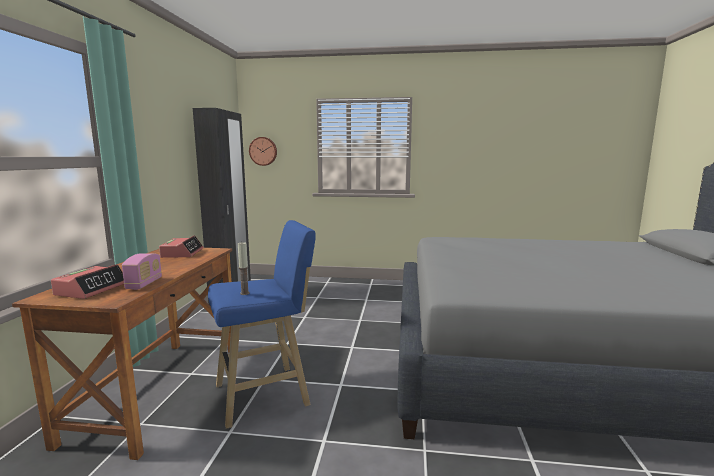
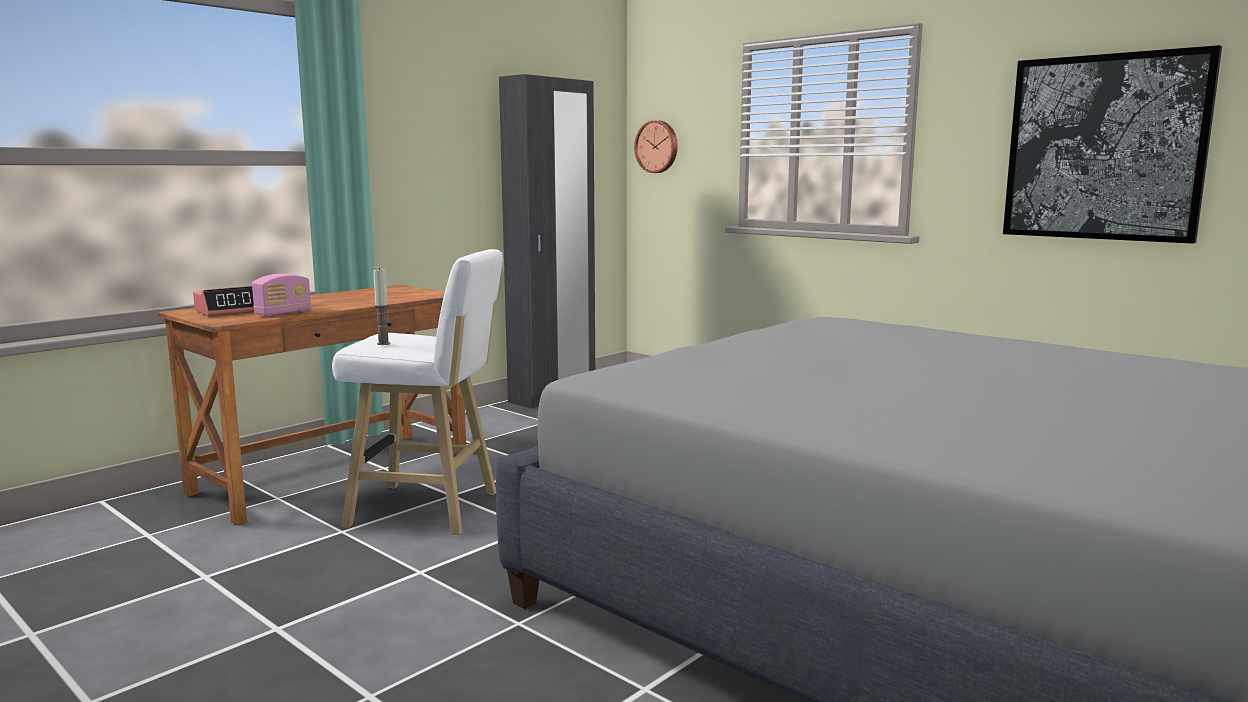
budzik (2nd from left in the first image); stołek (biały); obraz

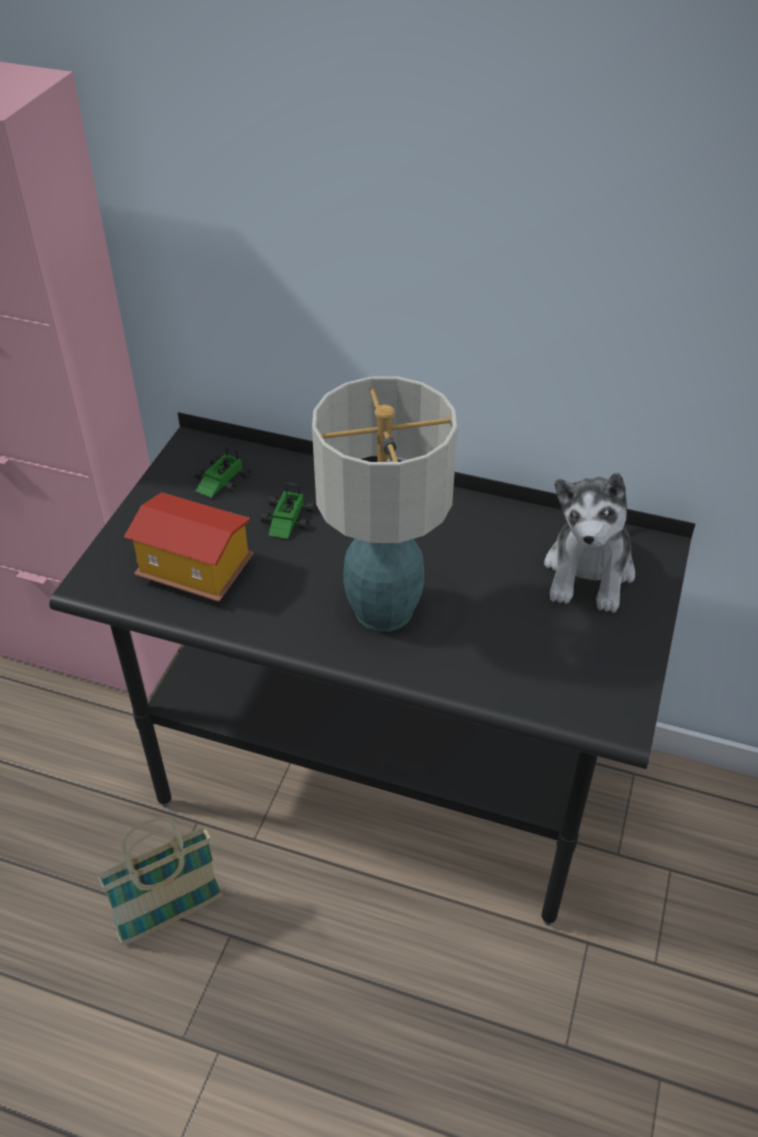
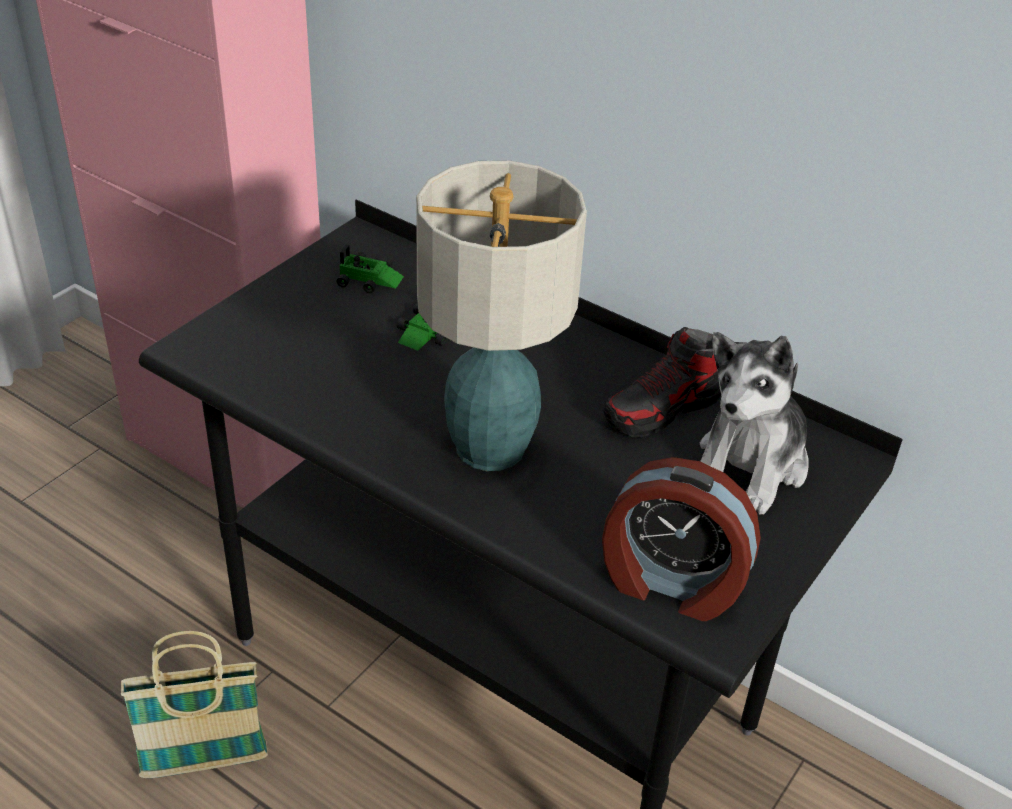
domek; samochodzik (1st from left); budzik; but

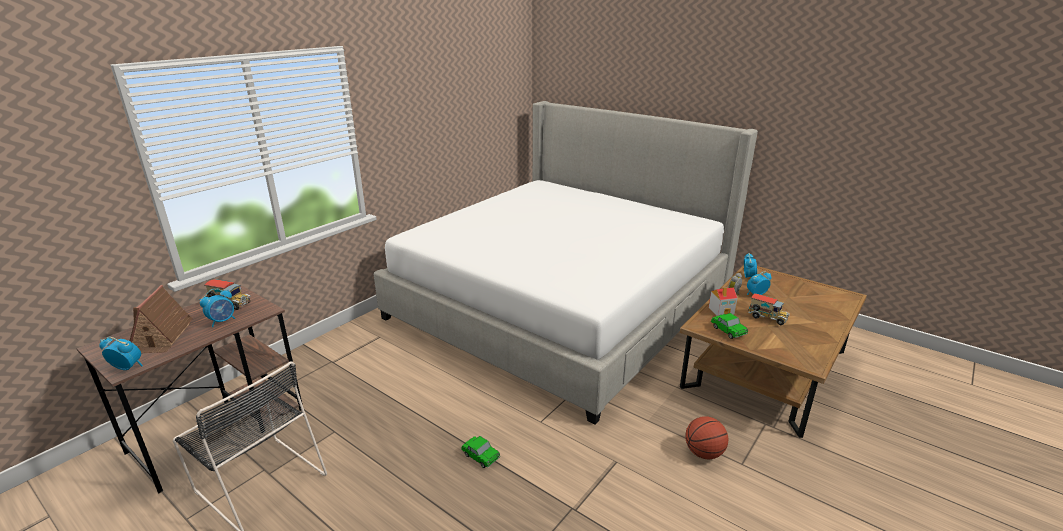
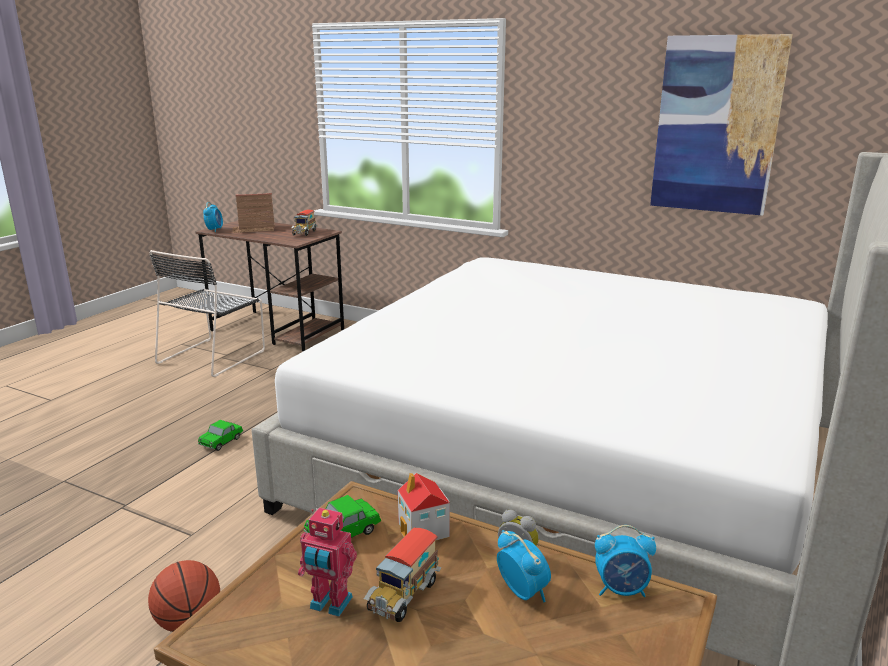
budzik (2nd from left in the first image); robot zabawkowy; obraz

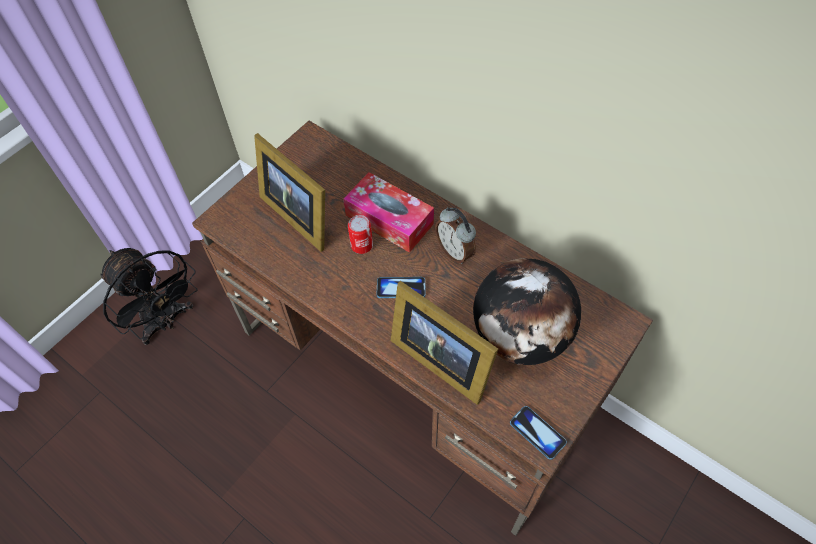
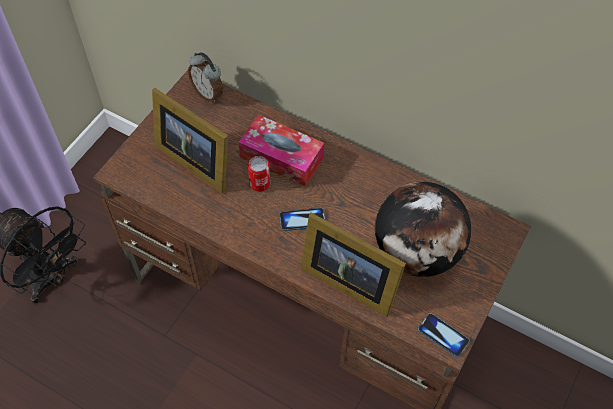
budzik

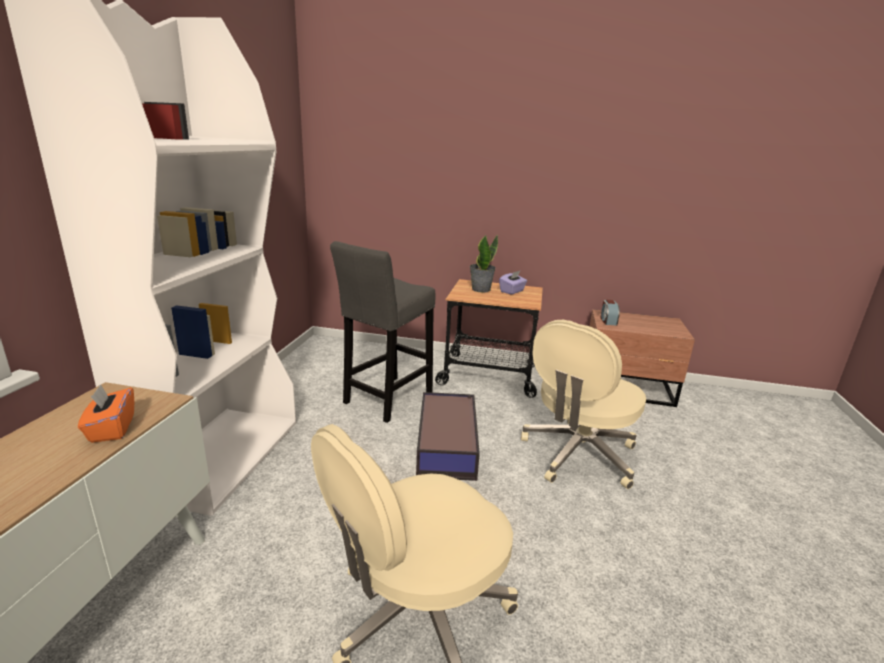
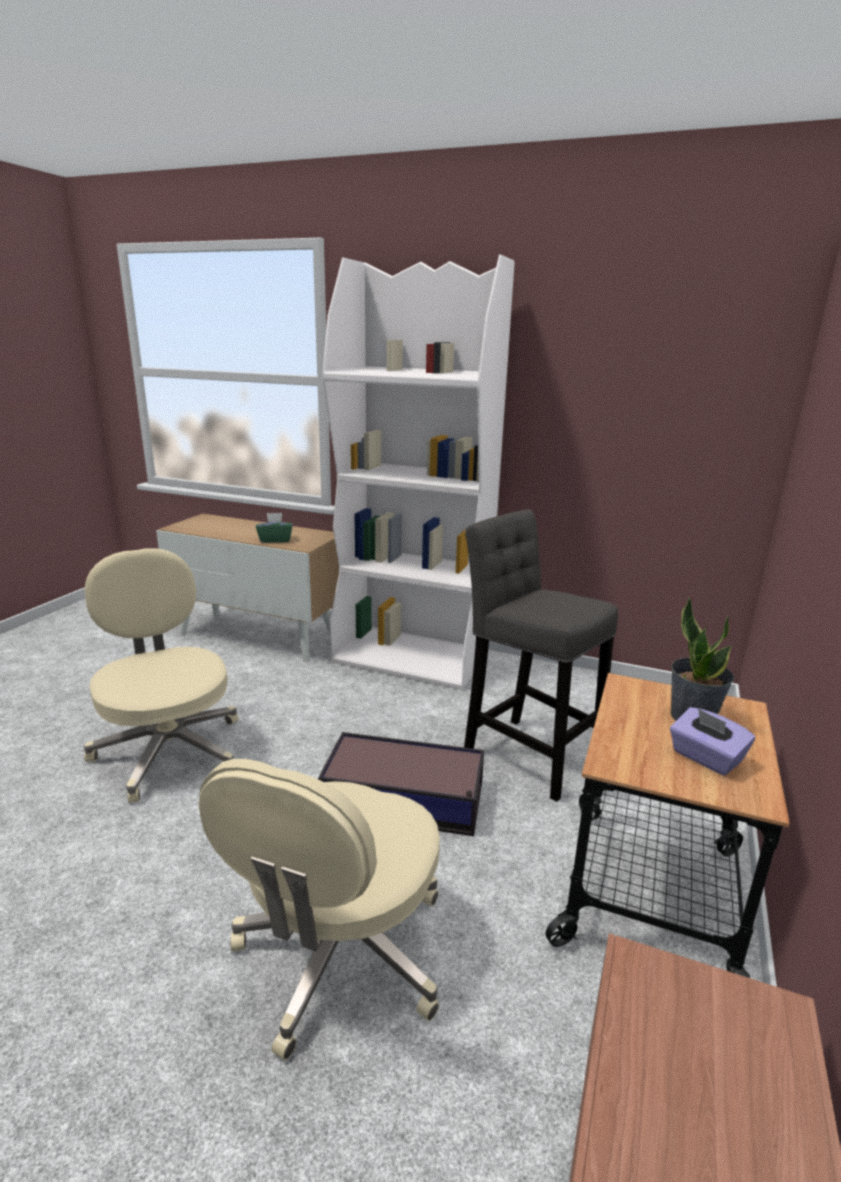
pudełko chusteczek (zielony); krzesło biurowe (beżowy) (2nd from left); budzik

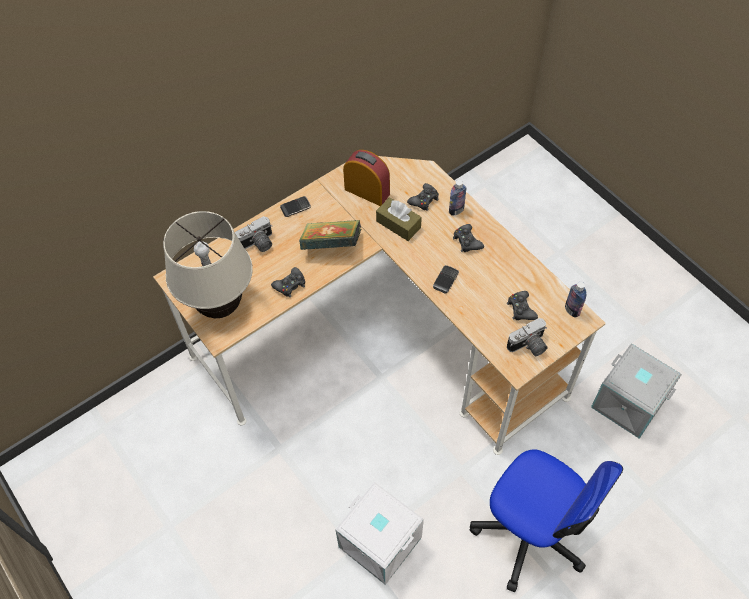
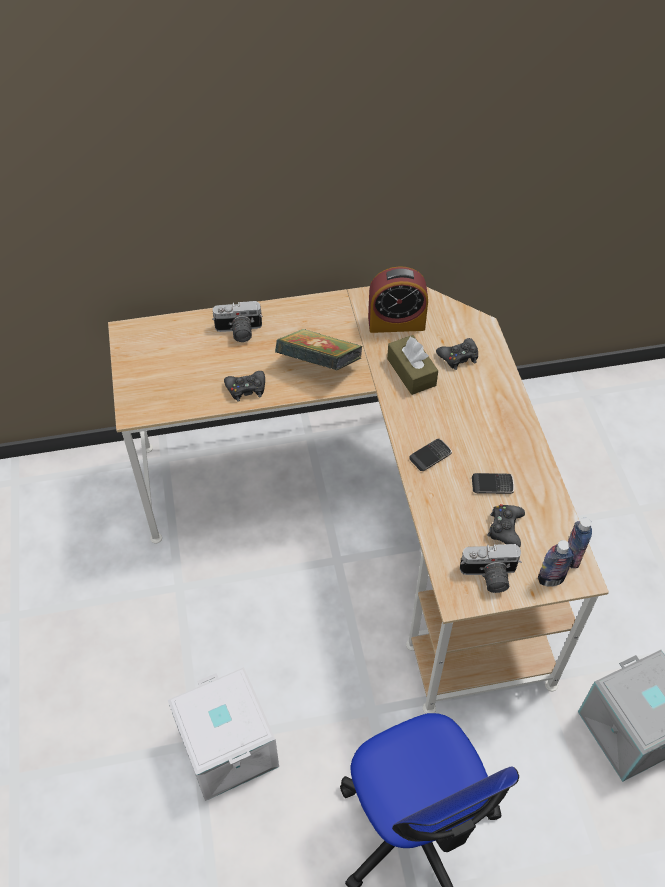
lampa stołowa (beżowy); telefon (2nd from left); budzik; butelka (1st from left); pad do gier (czarny) (3rd from left in the first image)

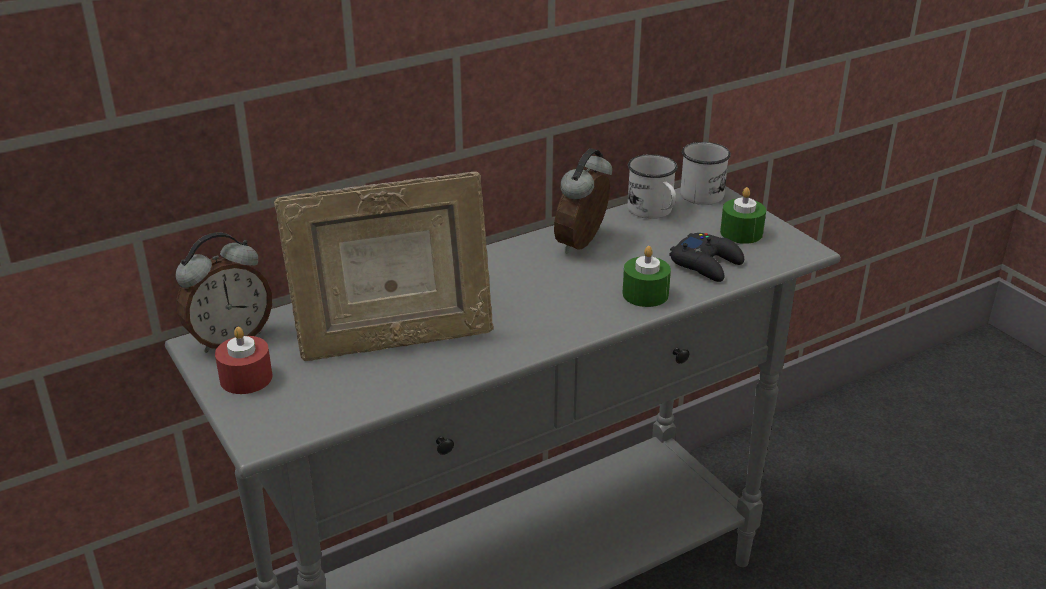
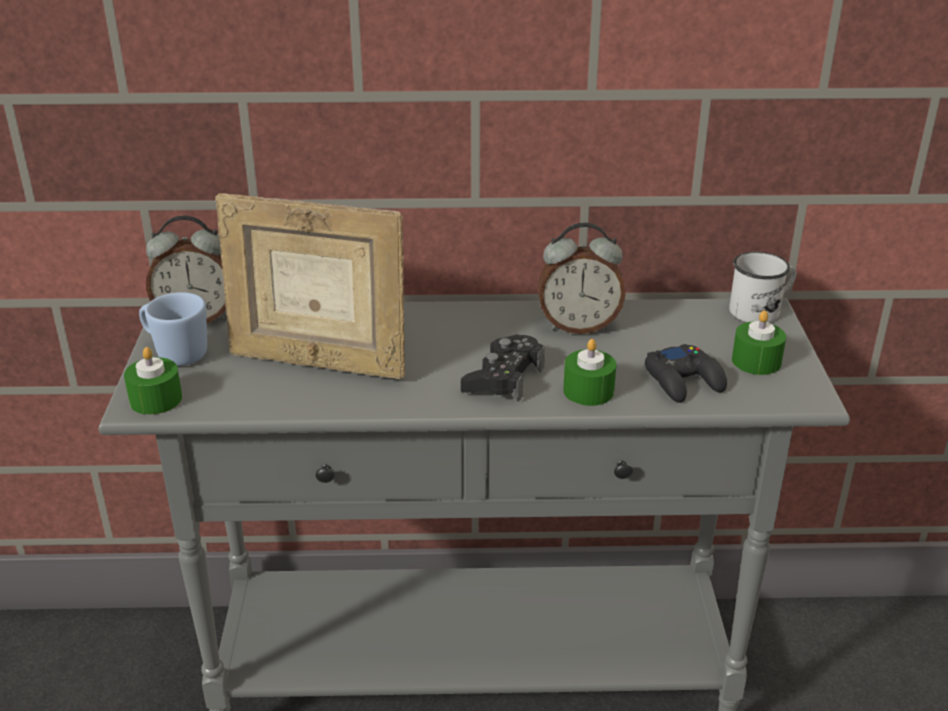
kubek (niebieski); budzik (2nd from left); kubek (biały) (1st from left in the first image); świeca (zielony) (1st from left); pad do gier (czarny) (1st from left)

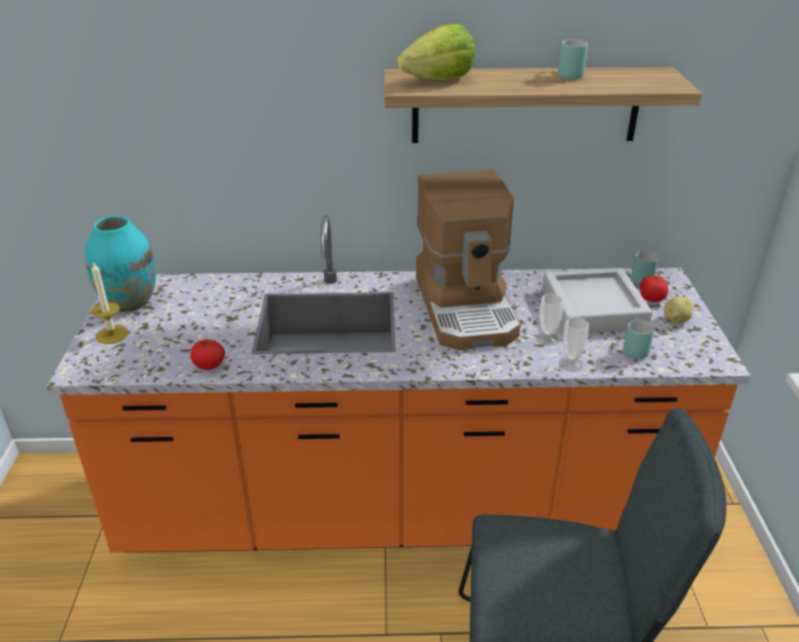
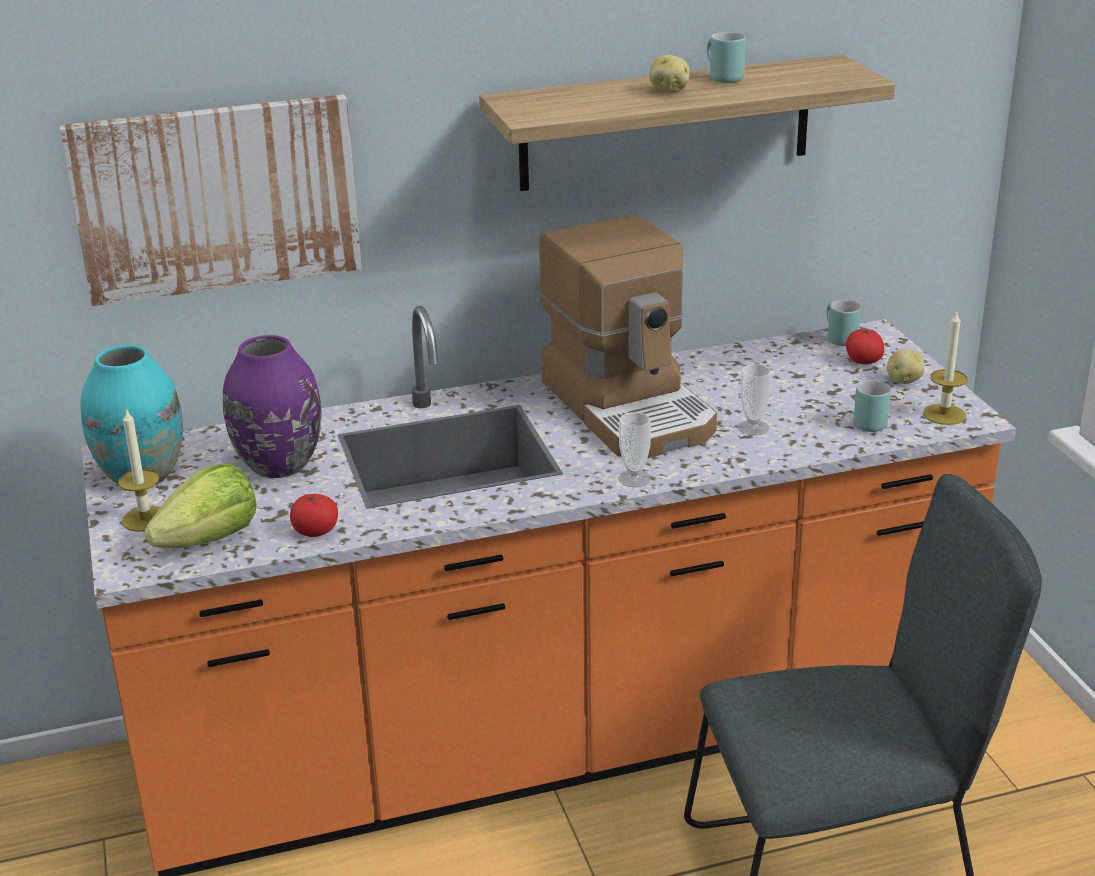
sałata; taca (szary); filiżanka (1st from left); obraz; wazon (fioletowy); ziemniak (1st from left); świeca (2nd from left)

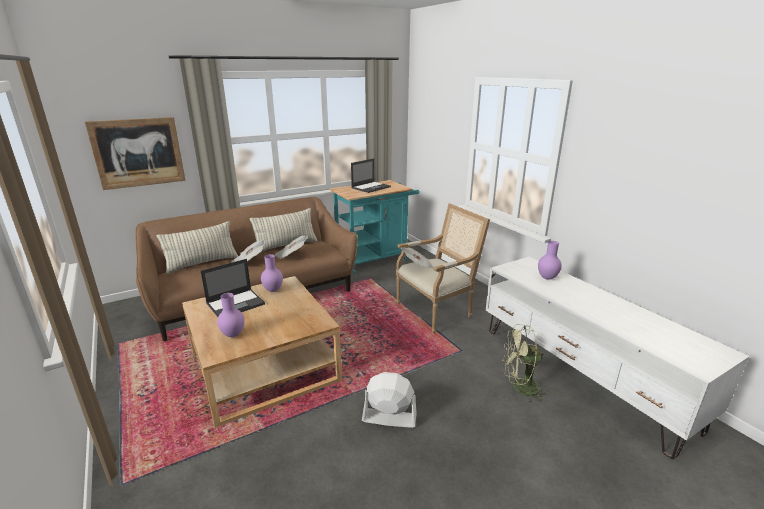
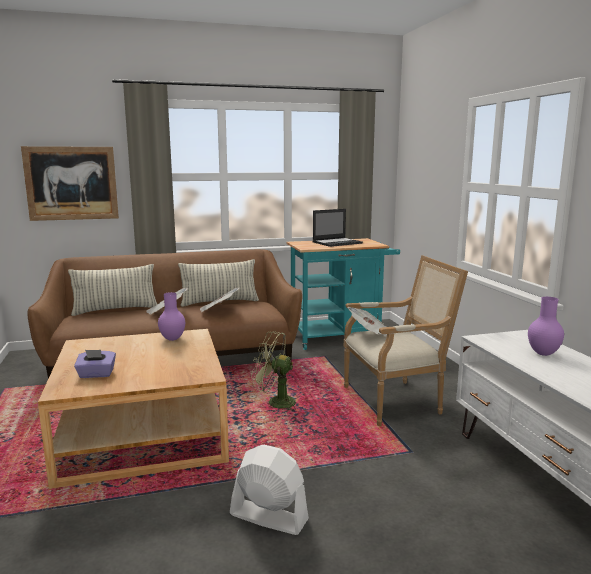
laptop (1st from left in the first image); pudełko chusteczek (fioletowy); wentylator (zielony)

